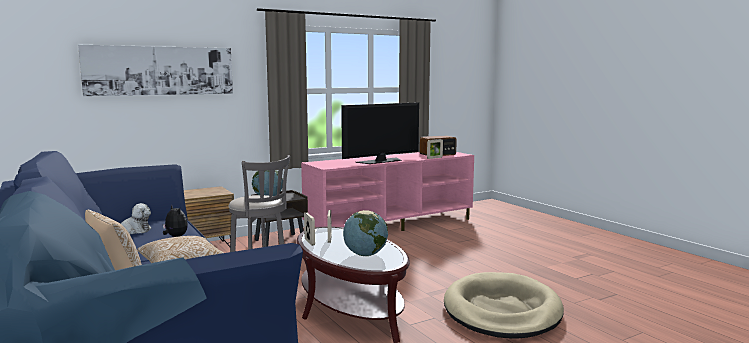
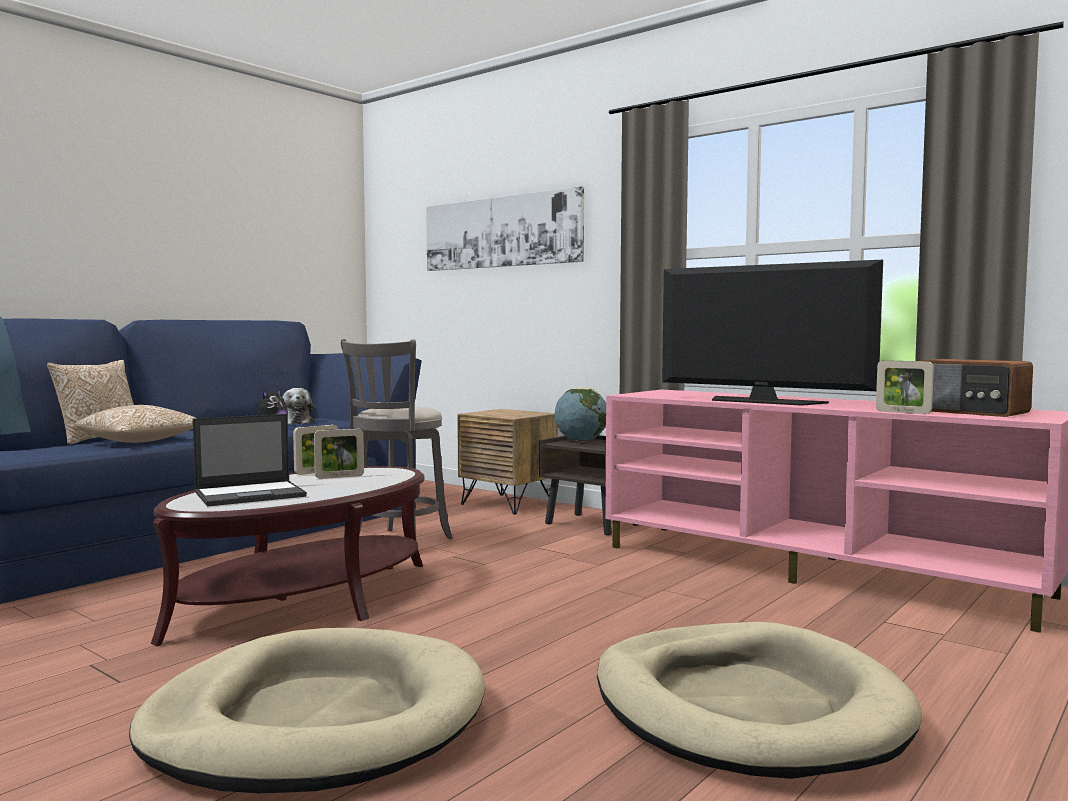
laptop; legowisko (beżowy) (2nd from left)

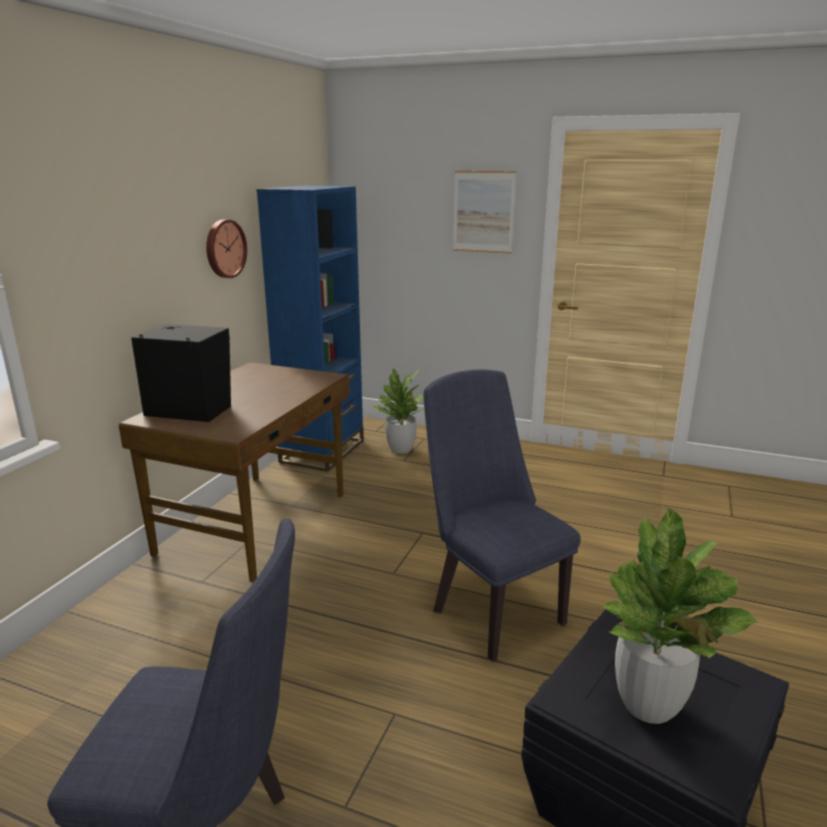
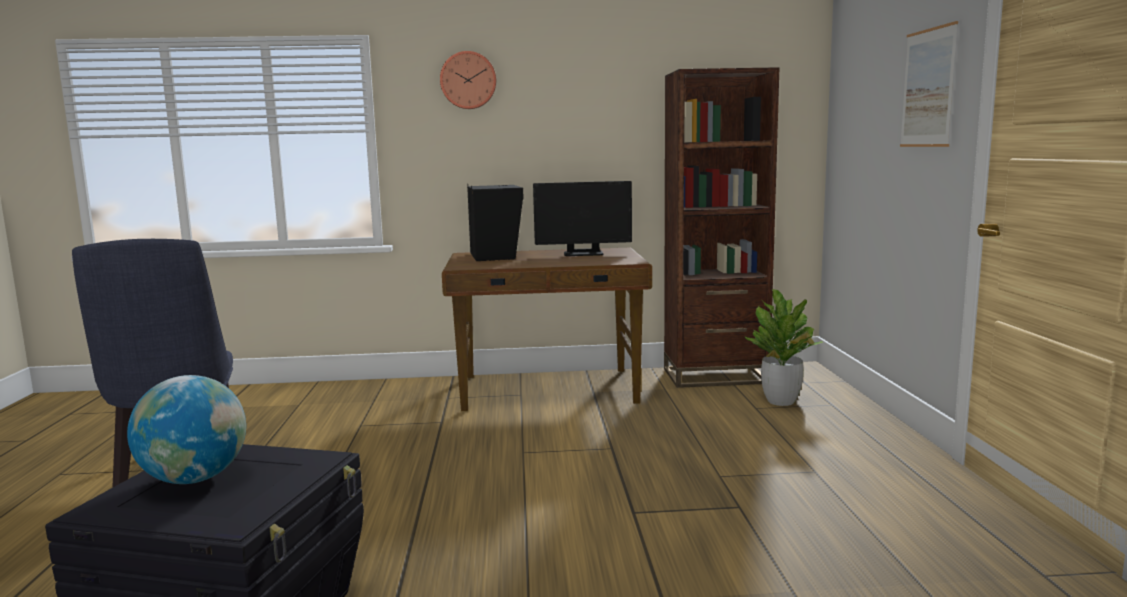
zegar ścienny; regał (brązowy); krzesło (niebieski) (2nd from left in the first image); globus; monitor

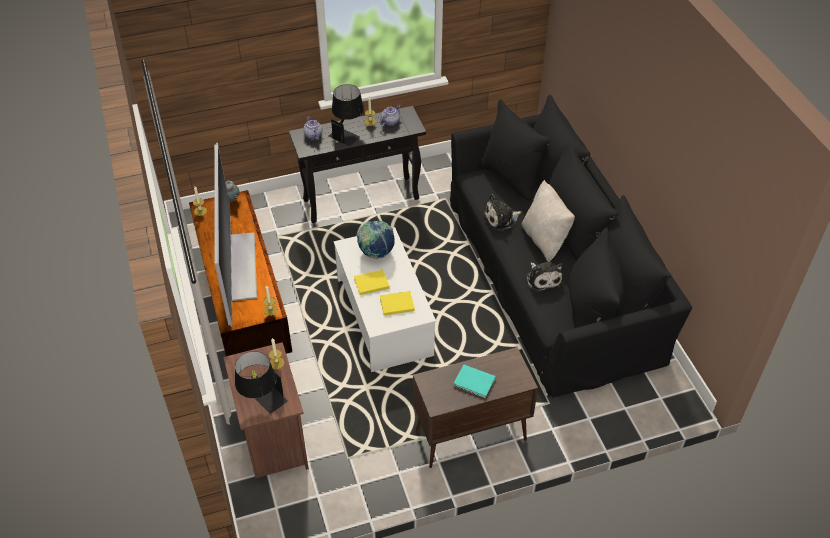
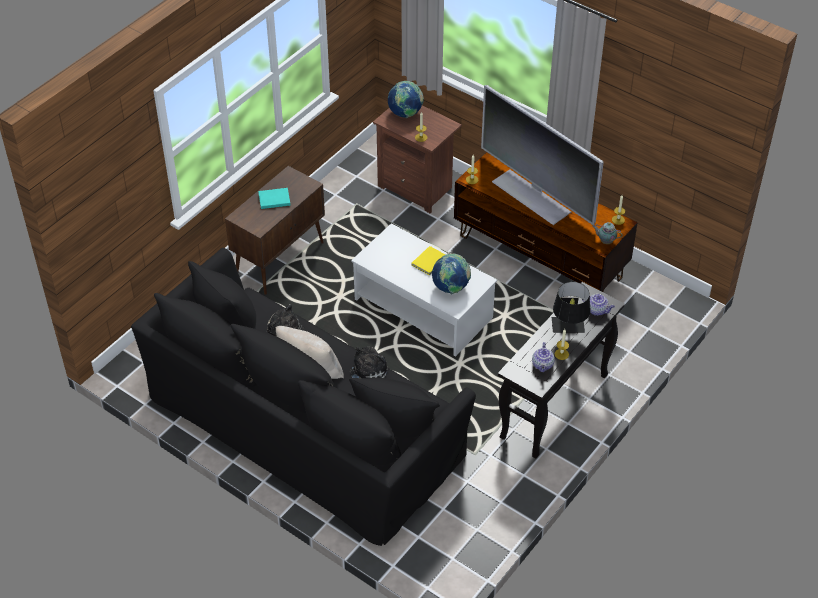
globus (1st from left); książka (żółty) (2nd from left in the first image)

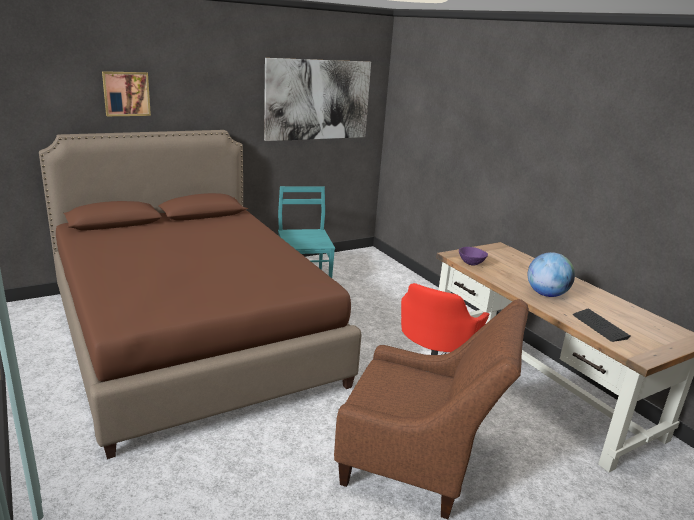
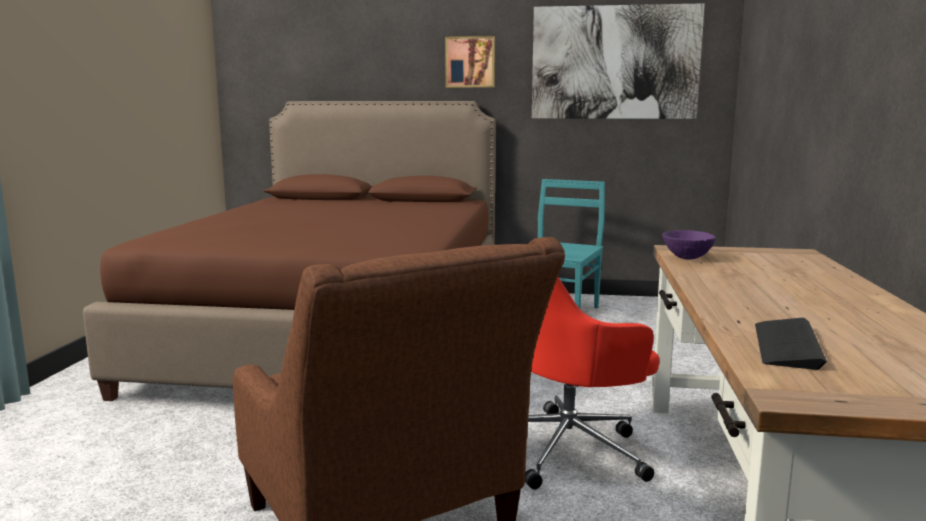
obraz (1st from left); globus

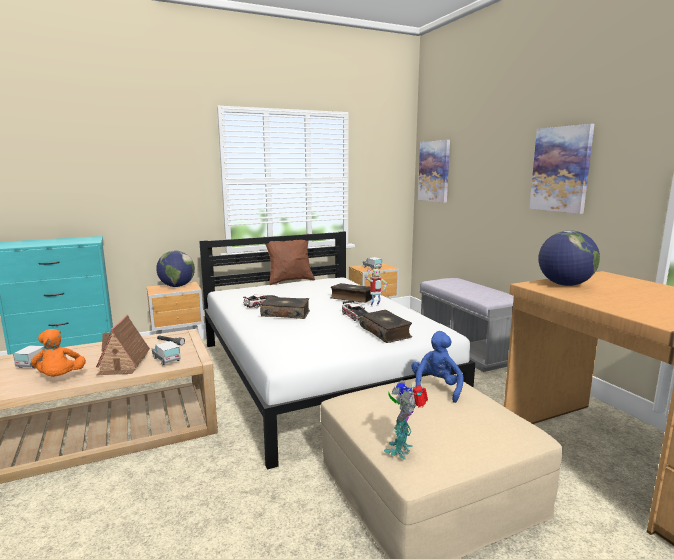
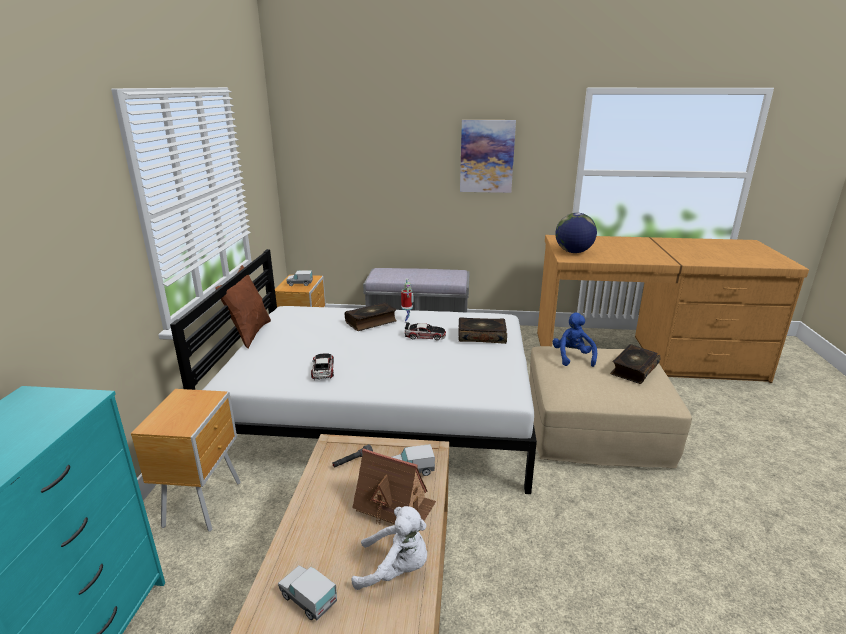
pluszak (biały); globus (1st from left in the first image); książka (3rd from left); robot zabawkowy (2nd from left in the first image); pluszak (niebieski); obraz (1st from left in the first image)

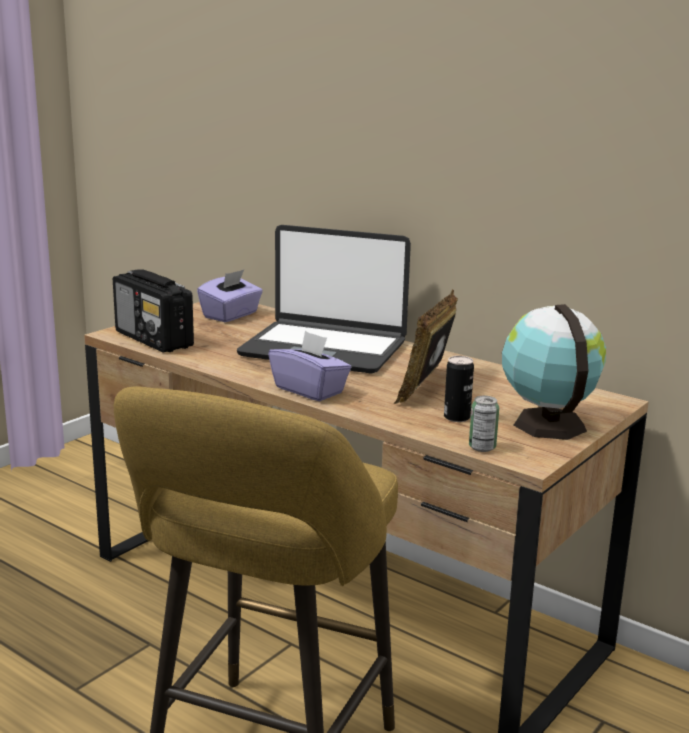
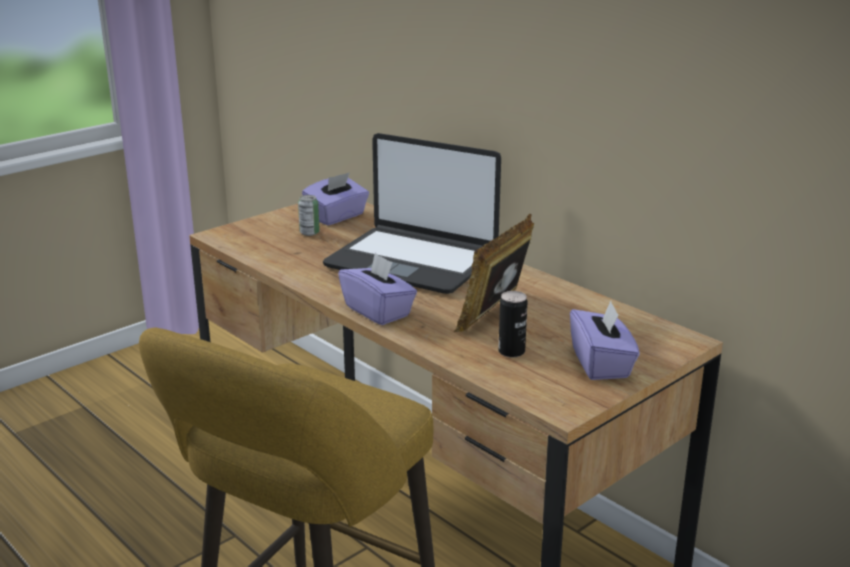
radio; puszka (1st from left); pudełko chusteczek (fioletowy) (3rd from left)

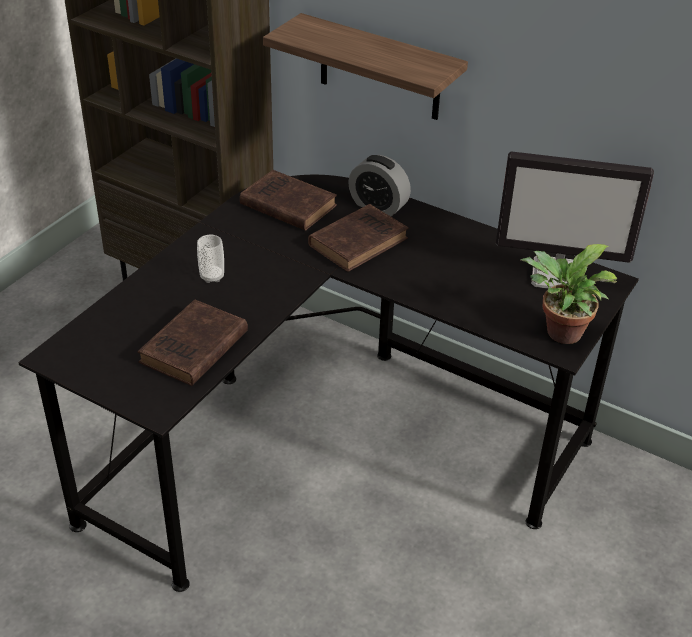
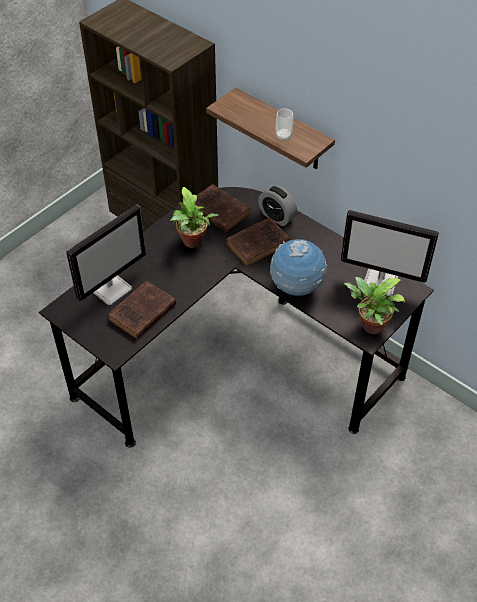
filiżanka; monitor (1st from left); roślina doniczkowa (1st from left); globus

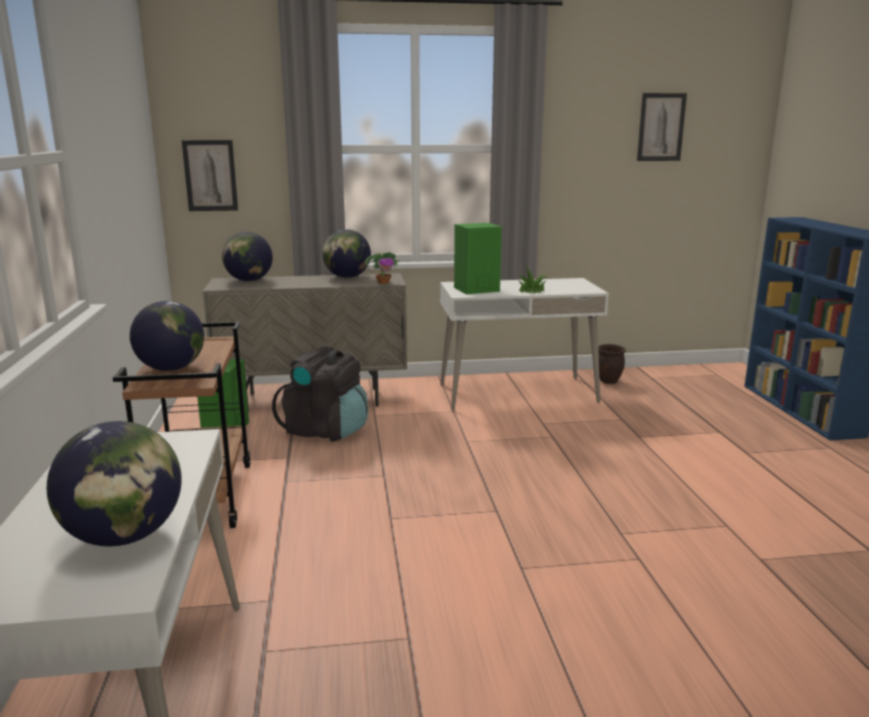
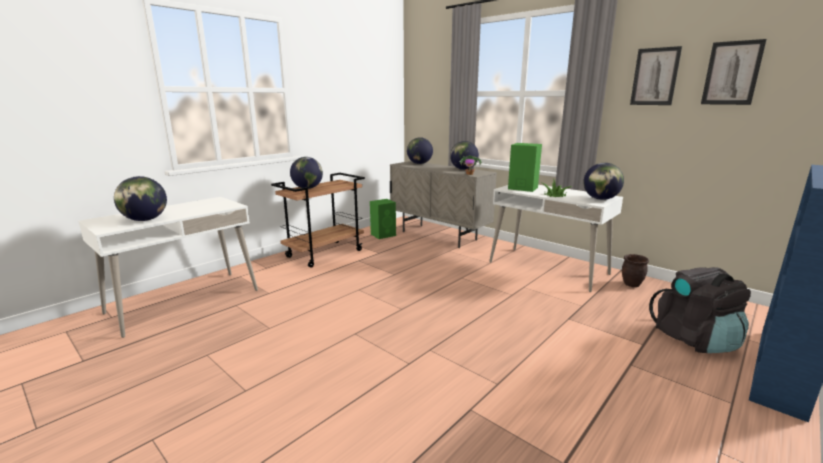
obraz (1st from left); plecak (czarny); globus (5th from left)

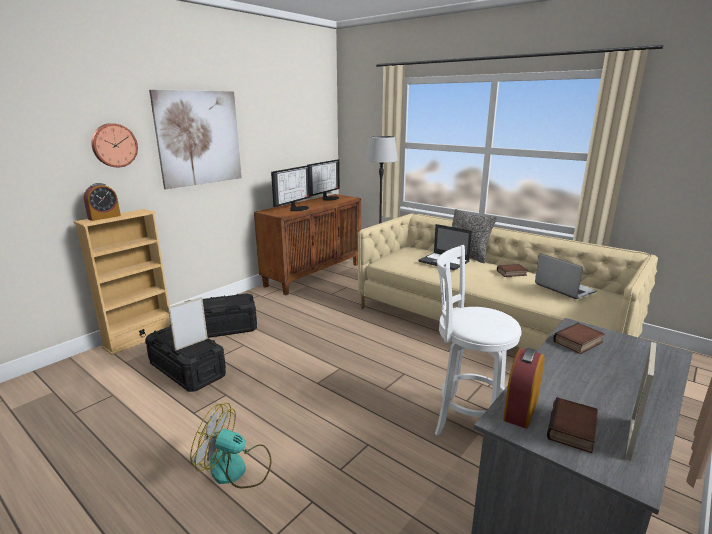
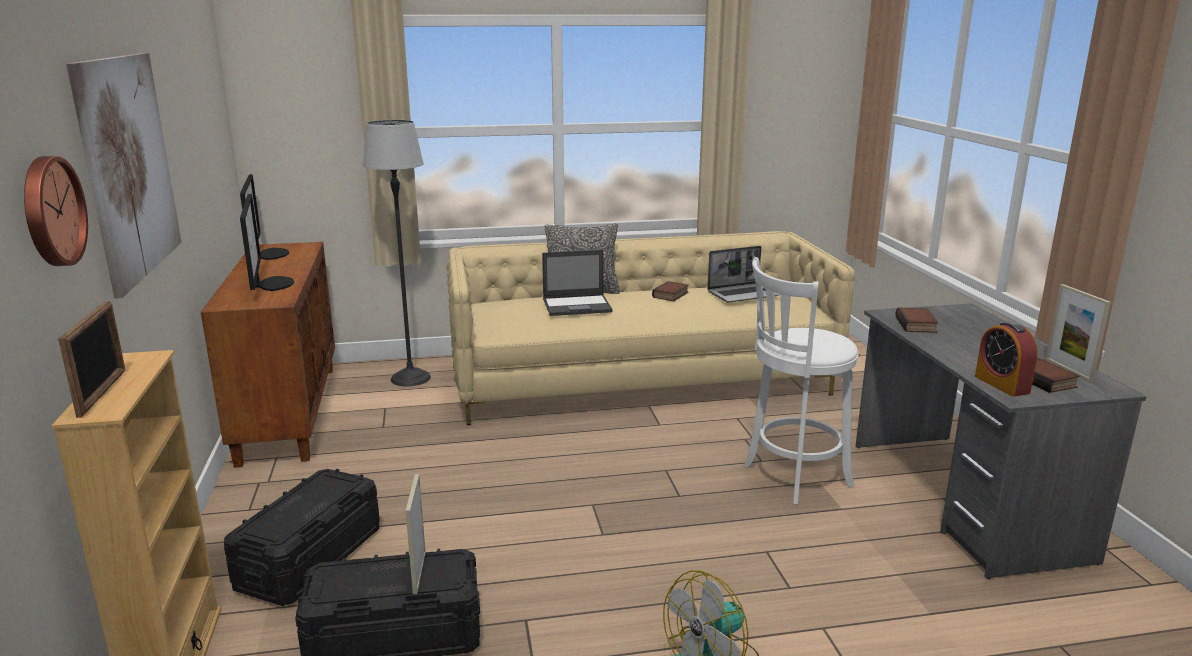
ramka na zdjęcie (1st from left); laptop (2nd from left)

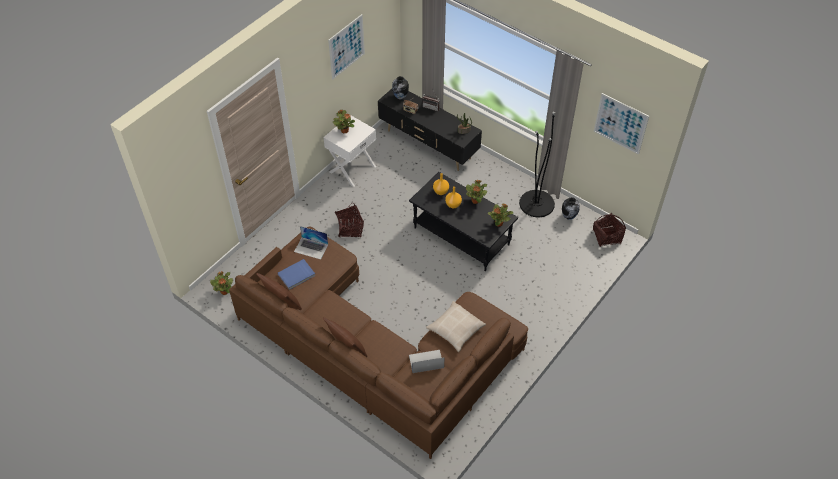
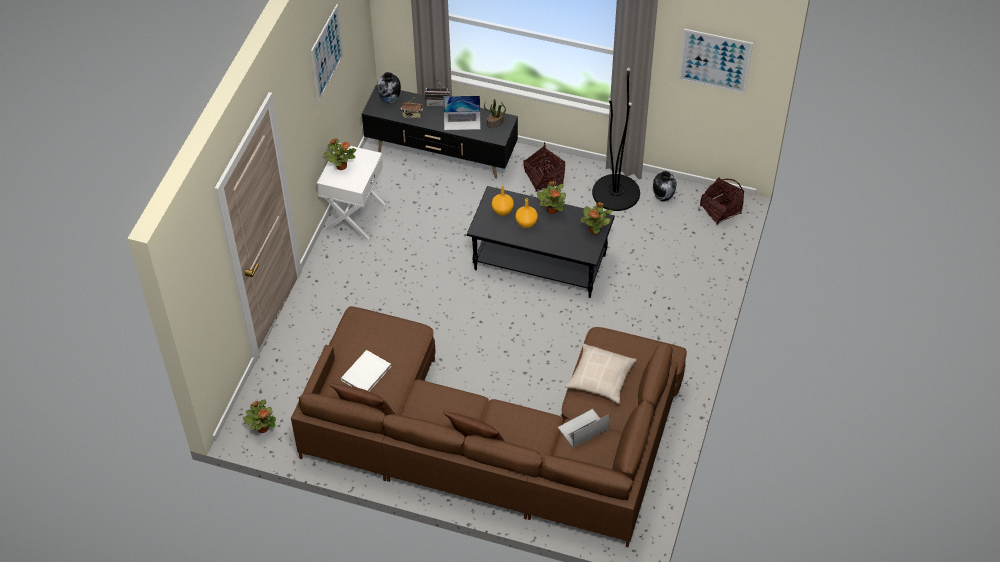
książka (biały); laptop (1st from left); koszyk (1st from left)

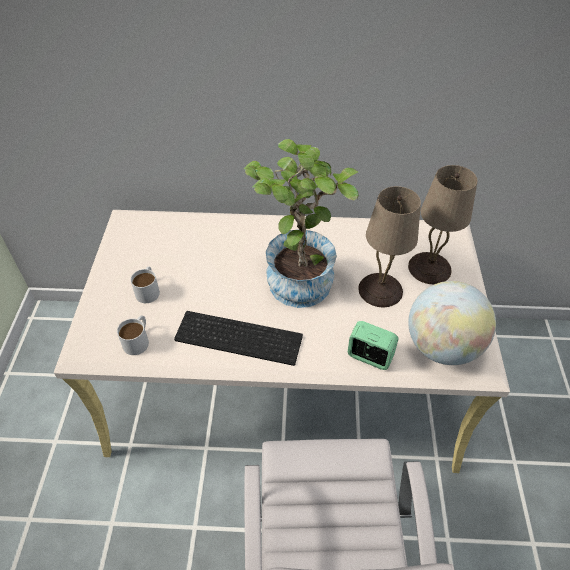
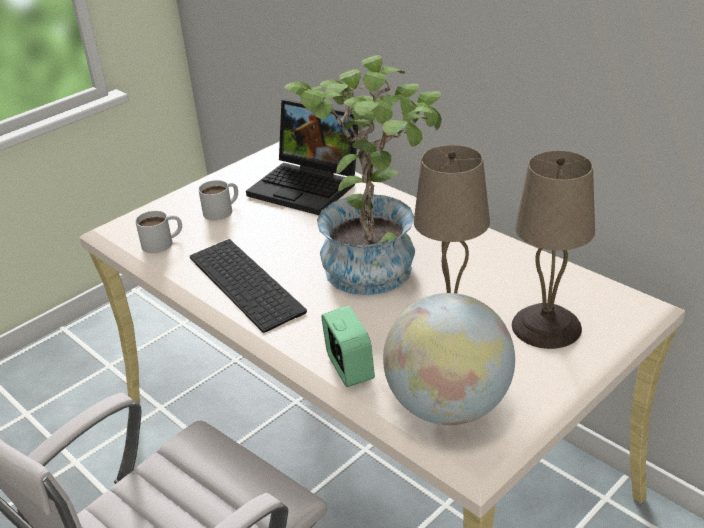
laptop

